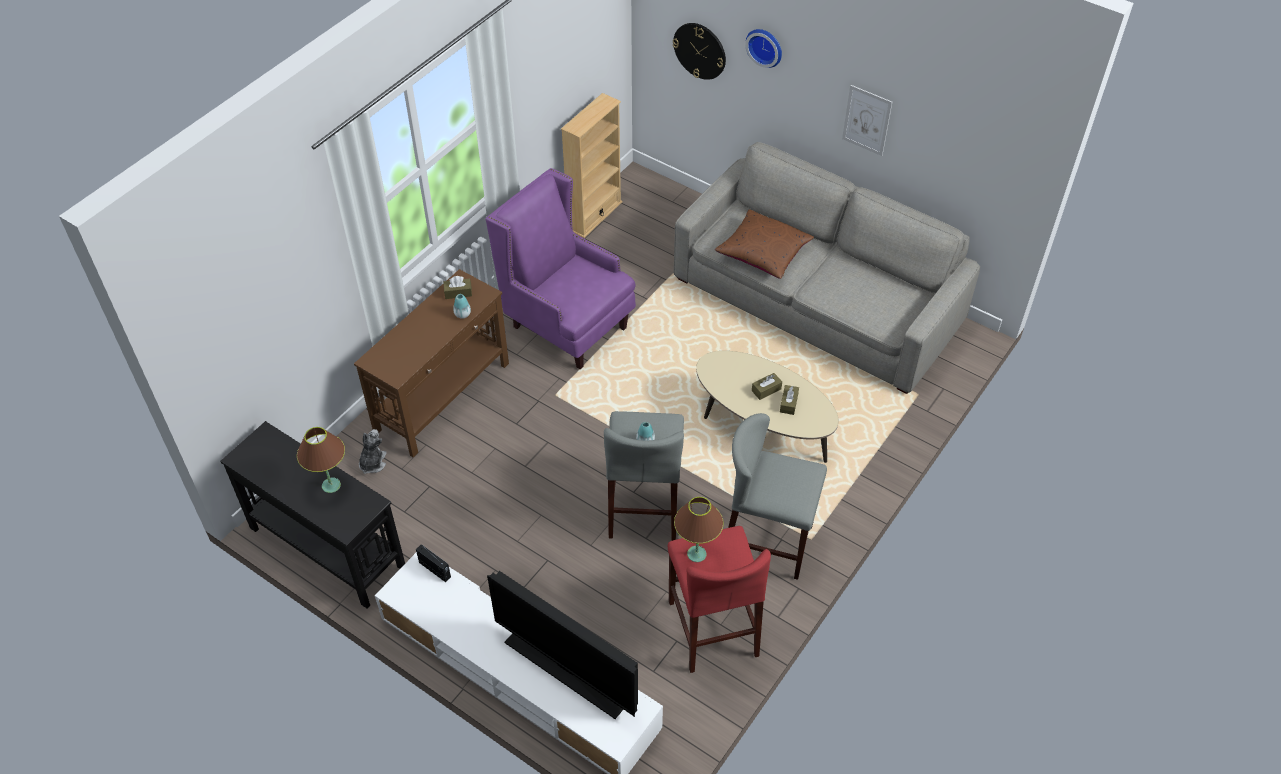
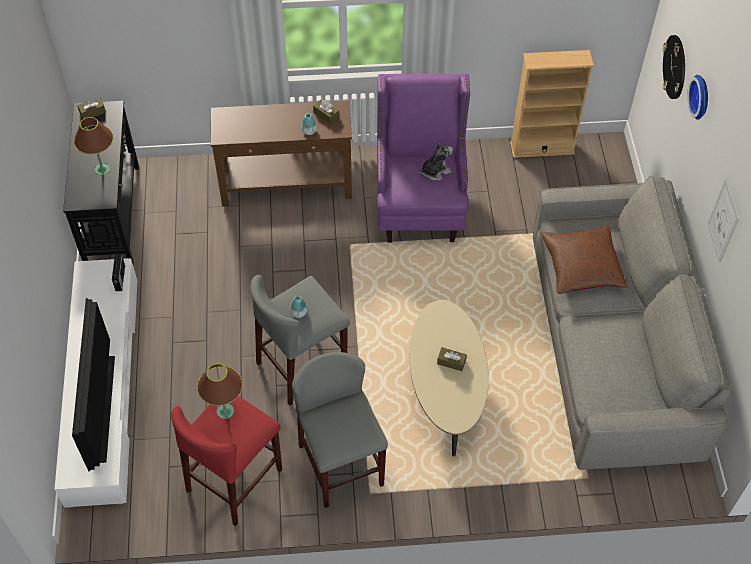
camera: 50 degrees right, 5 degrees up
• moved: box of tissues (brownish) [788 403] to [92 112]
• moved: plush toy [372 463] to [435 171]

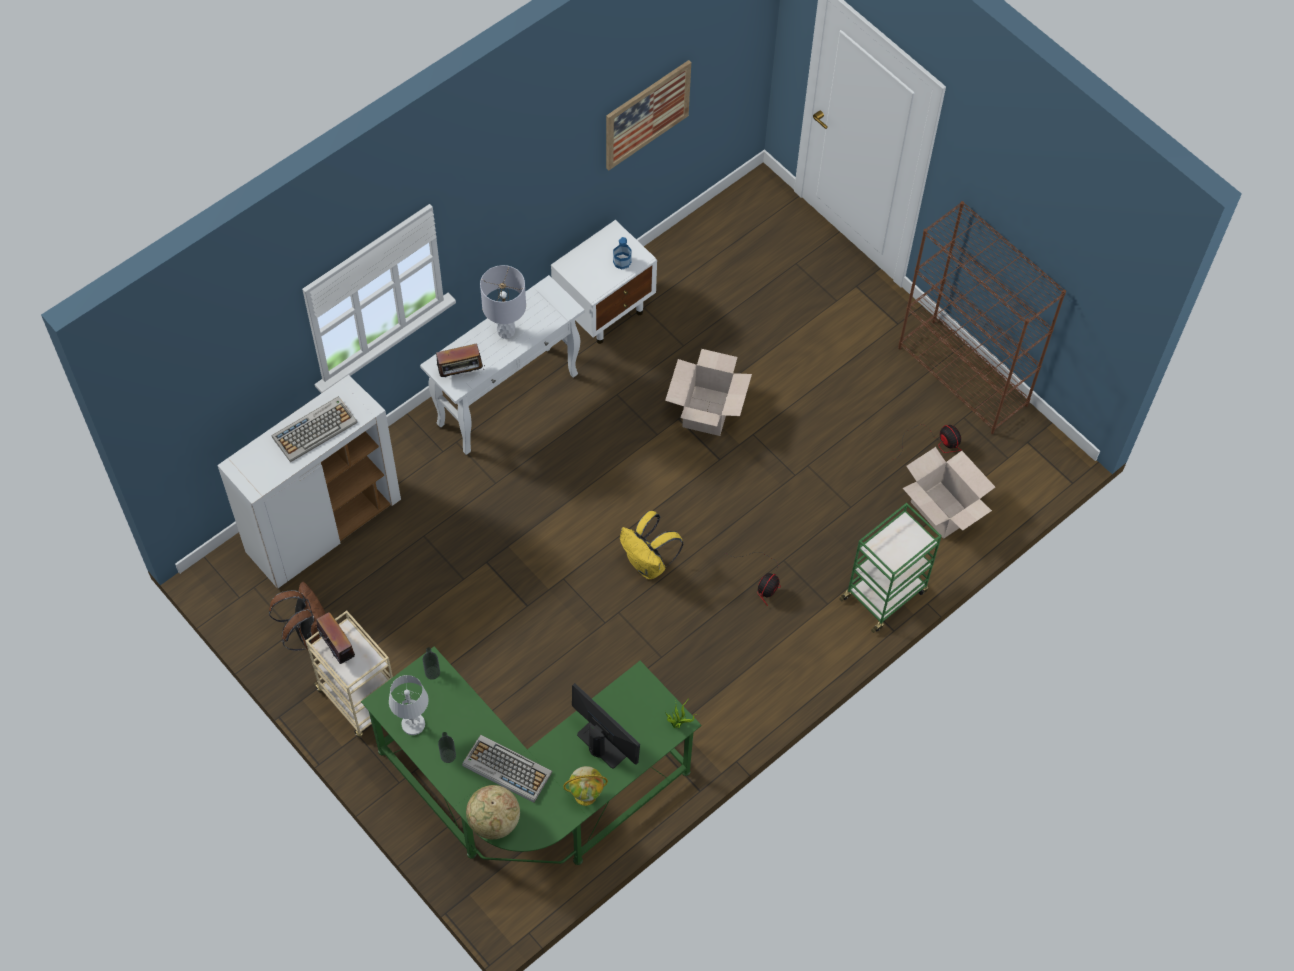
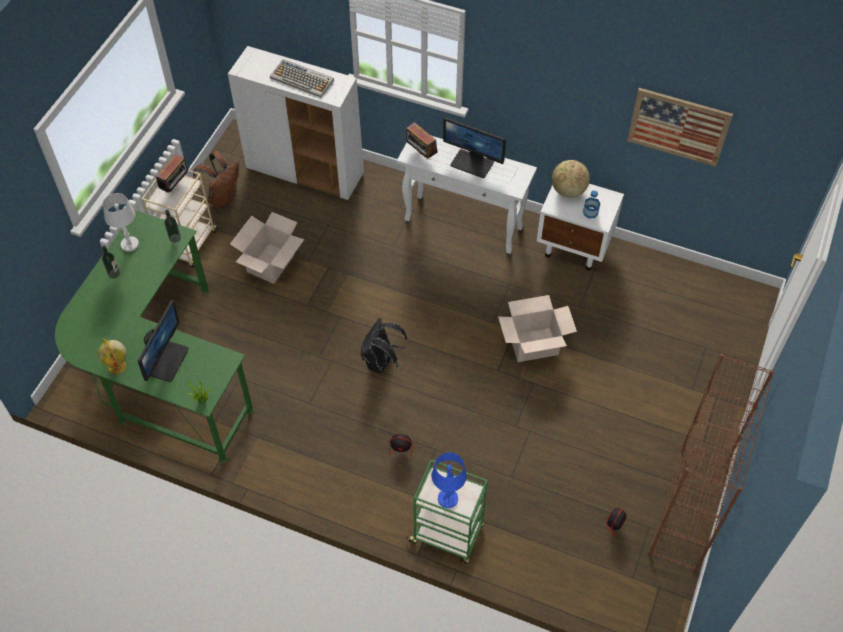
camera: 65 degrees right, 5 degrees down
• replaced: tabletop lamp (grey) [506 331] to monitor [472 163]
• moved: cardboard box [941 510] to [270 263]
• recoloured: rucksack (yellow-coloured) [648 564] to rucksack (black-coloured) [381 363]
• removed: computer keyboard [506 769]
• moved: world globe [494 821] to [568 191]
• added: tabletop lamp (blue-coloured) [447 498]

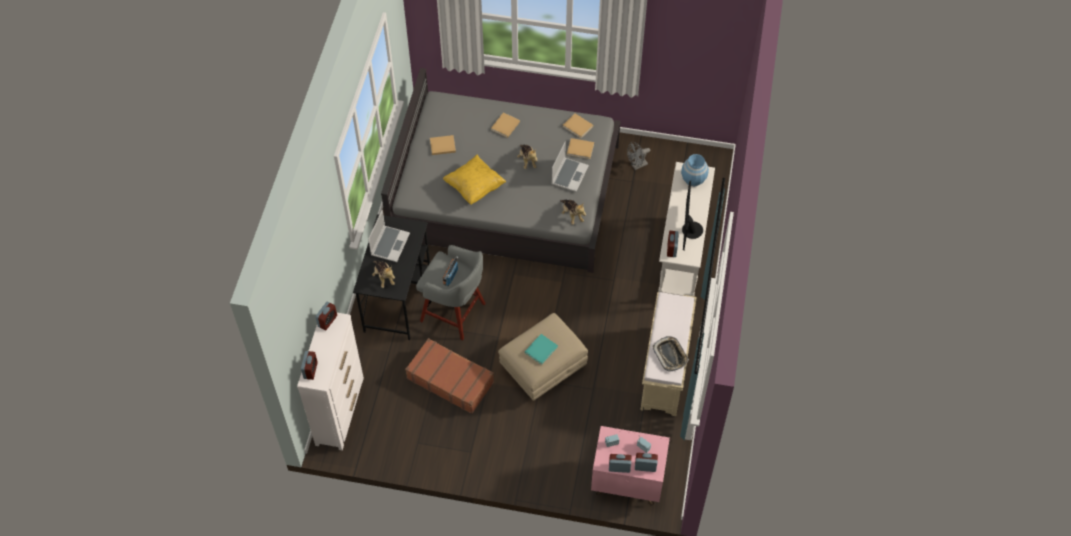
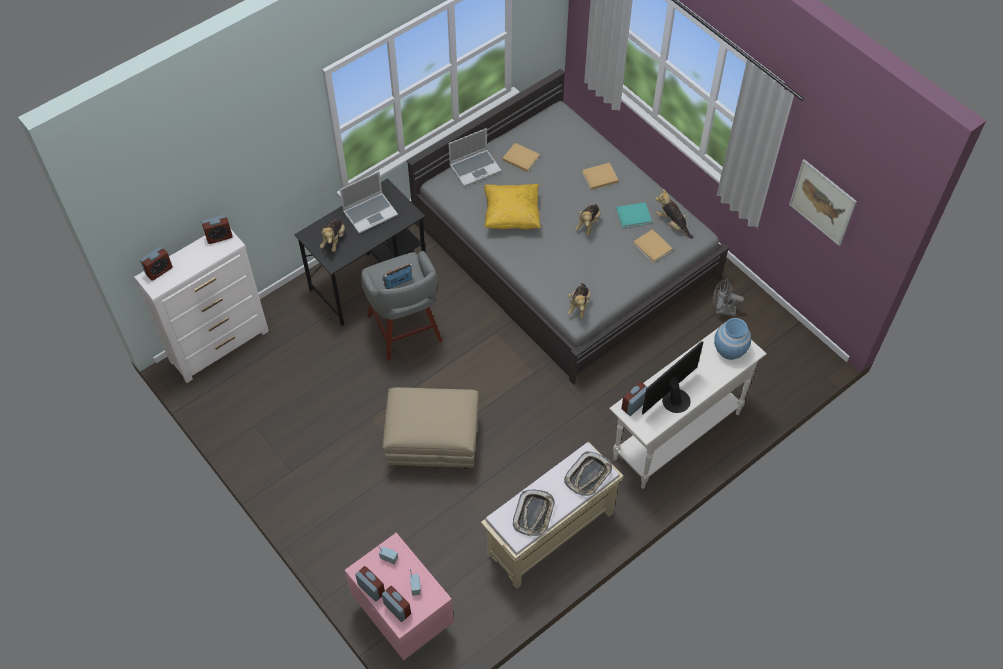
camera: 40 degrees right, 0 degrees up
• replaced: bound book (sand-coloured) [578 127] to plush toy [672 224]
• moved: notebook computer [569 175] to [475 168]
• moved: bound book (turquoise-coloured) [541 349] to [634 216]
• removed: travel case (brownish) [450 380]
• added: wall picture [822 202]
• added: carrying tray [588 476]

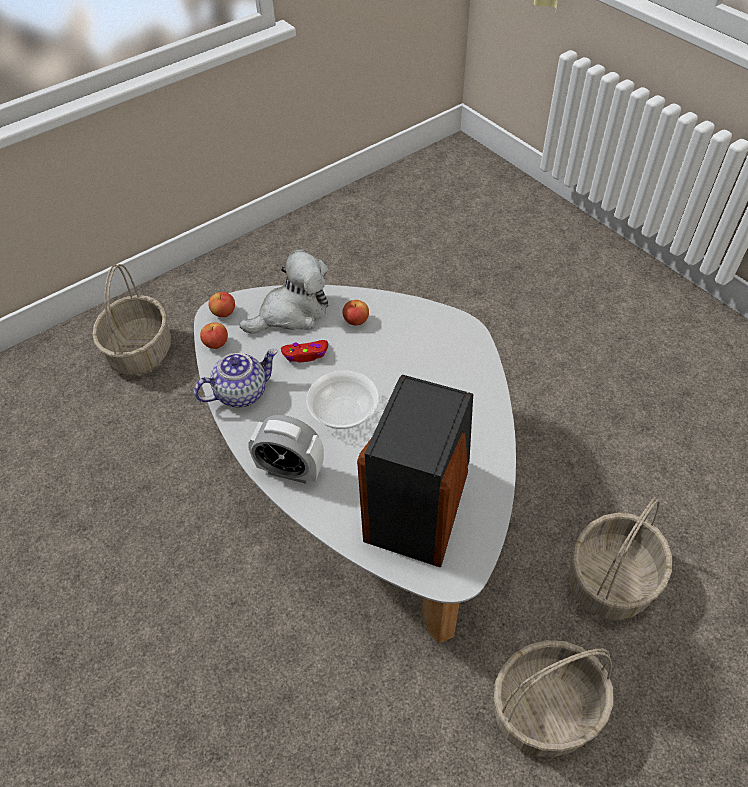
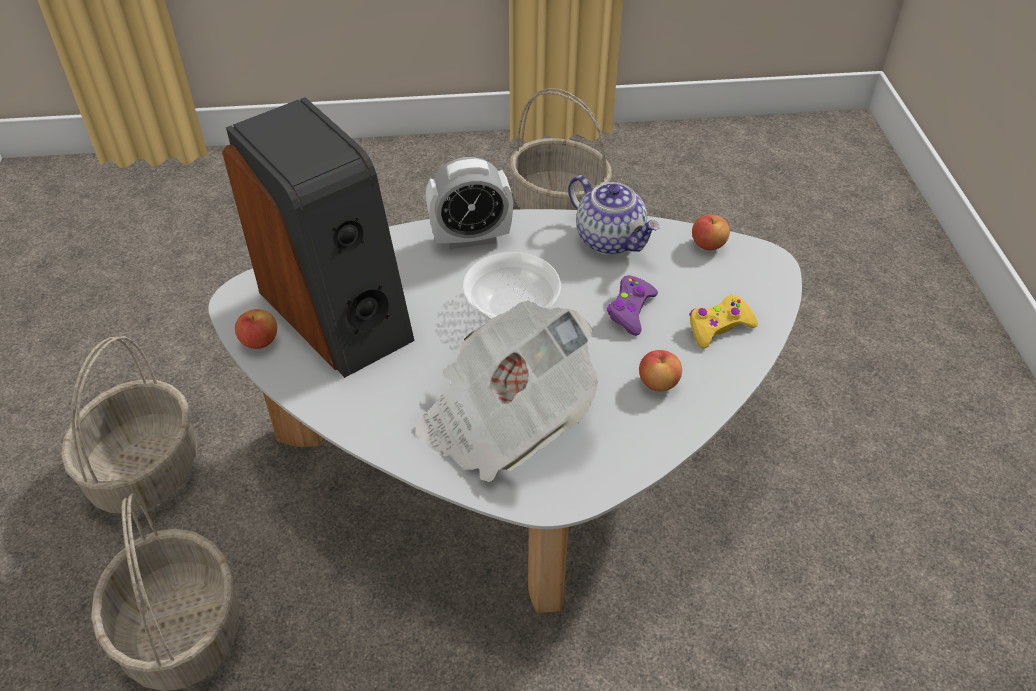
camera: 120 degrees right, 5 degrees down
• replaced: plush toy [292 313] to gamepad (yellow-coloured) [719 327]
• moved: storage basket [140 351] to [560 207]
• moved: apple fruit [224 312] to [259 341]
• recoloured: gamepad (red) [305 354] to gamepad (purplish) [630 310]
• turned: tea pot [242 392] = [611 239] 45 degrees counterclockwise
• turned: bedside clock [290 470] = [471 238] 150 degrees counterclockwise
• added: newspaper [504 419]

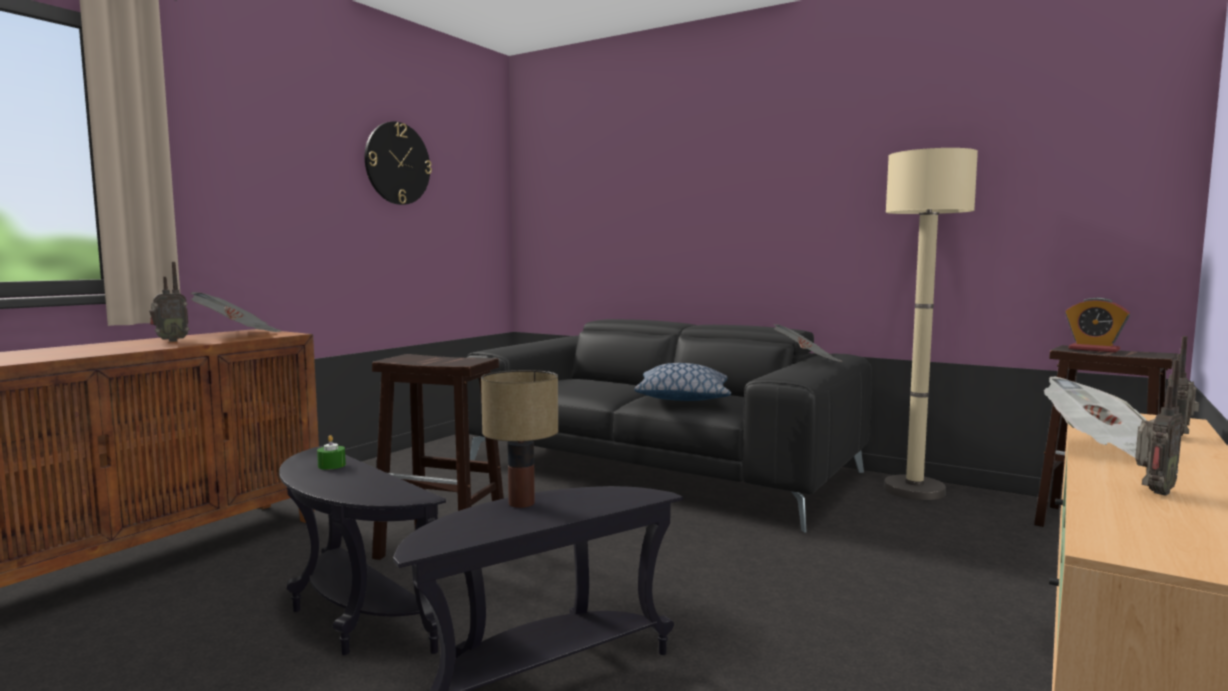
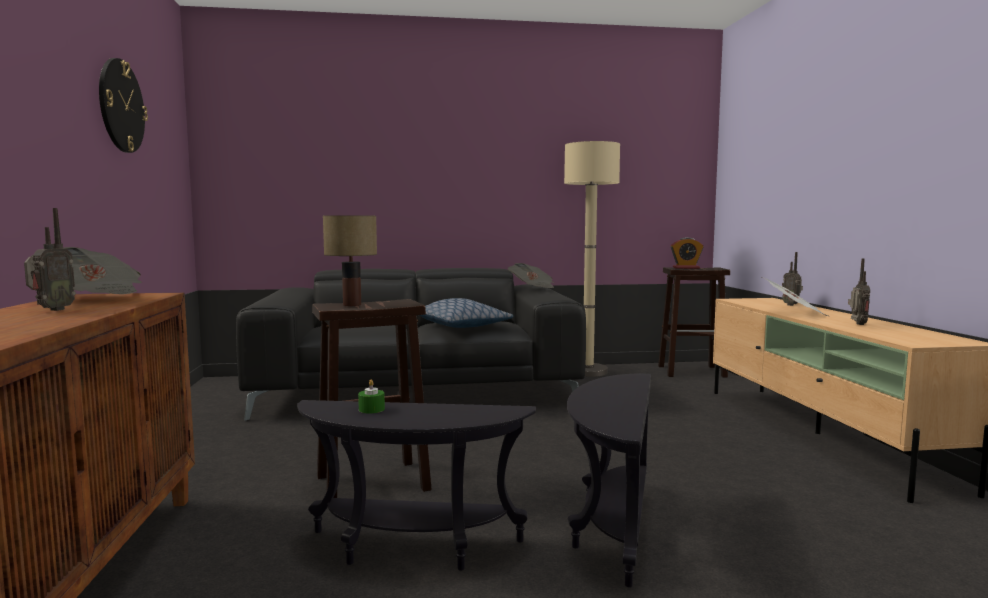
camera: 40 degrees left, 0 degrees up
• moved: tabletop lamp [520 503] to [351 305]

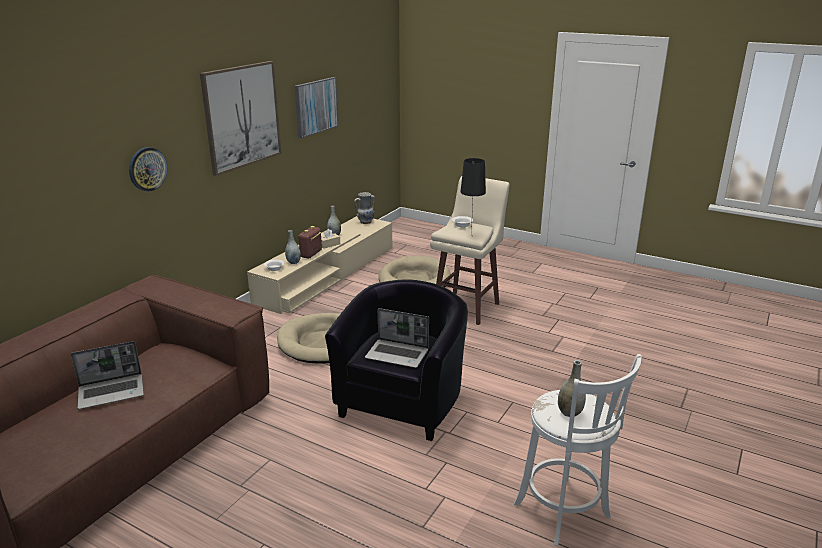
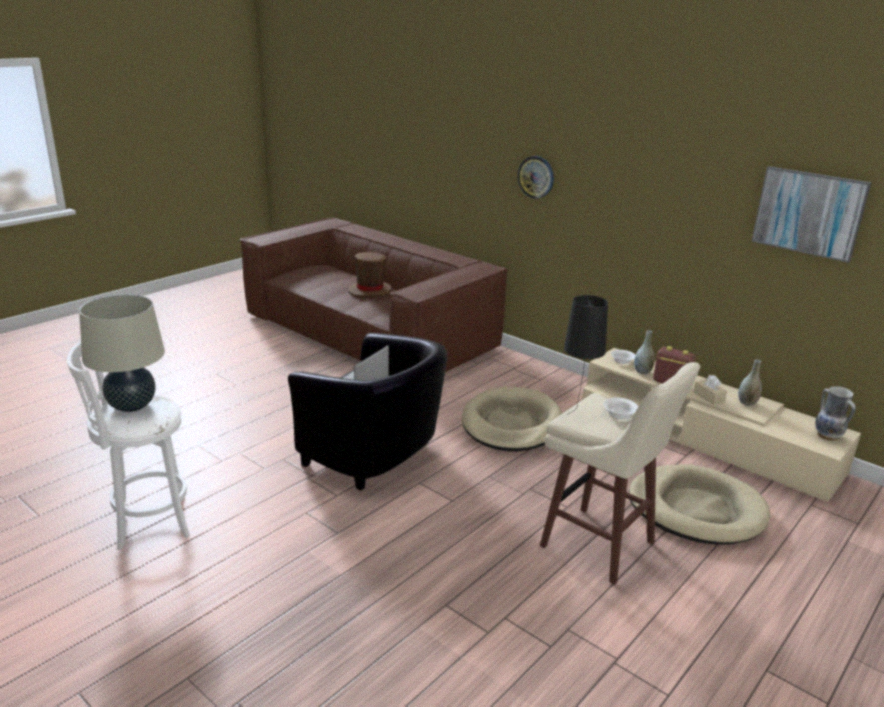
camera: 100 degrees right, 0 degrees up
• removed: wall picture [242 116]
• replaced: notebook computer [112 392] to clothing hat (brownish) [370 291]
• replaced: decorative vase (grey) [569 412] to tabletop lamp (sand-coloured) [132 406]

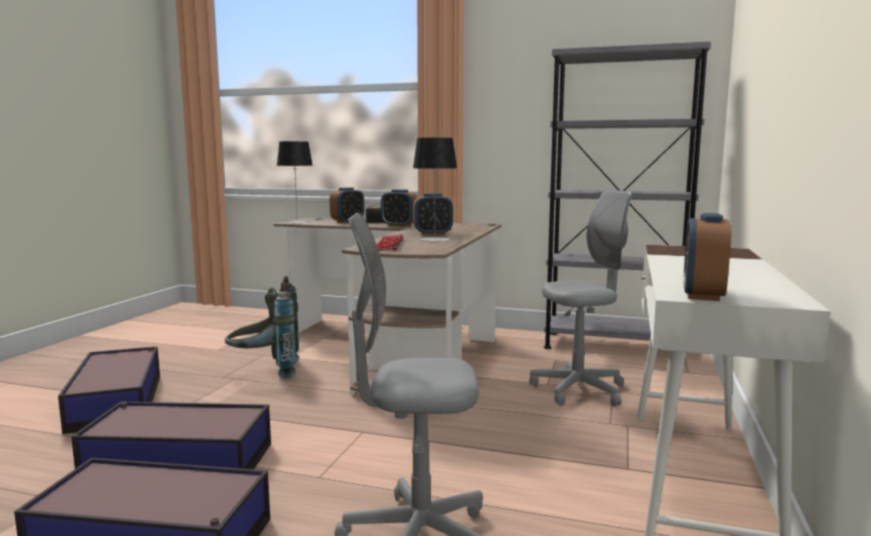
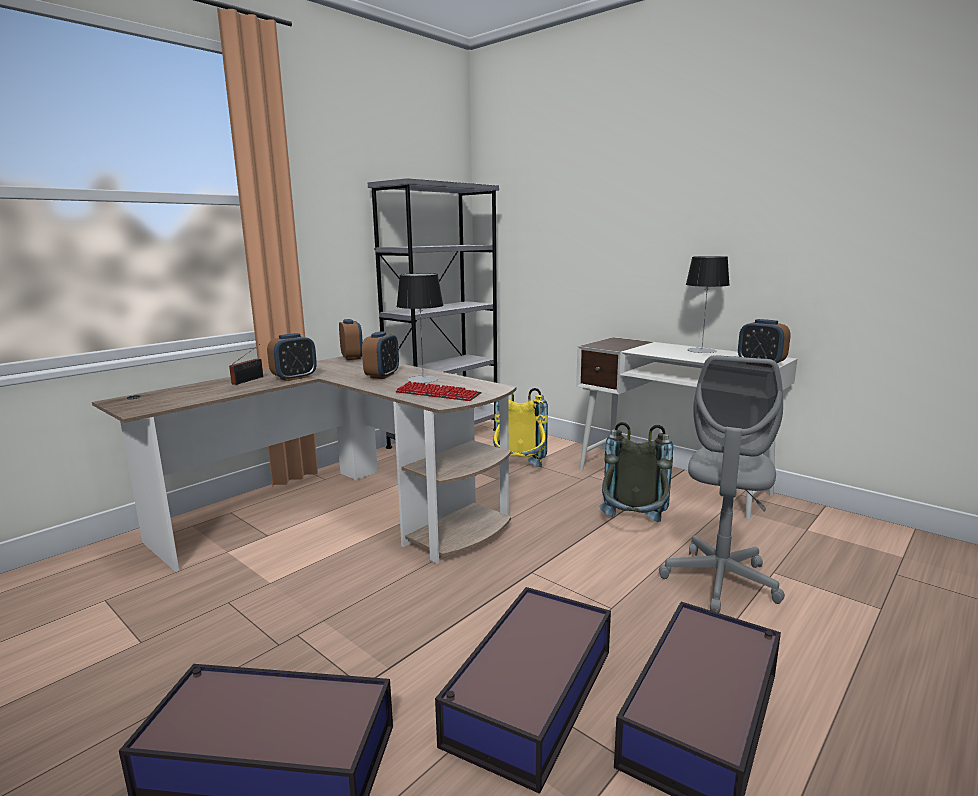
camera: 65 degrees left, 5 degrees up
• moved: tabletop lamp [297 222] to [701 350]
• moved: bedside clock [347 222] to [352 357]
• replaced: computer chair (grey) [579 390] to rucksack (yellow-coloured) [519 472]
• moved: rucksack (grey) [266 371] to [633 527]

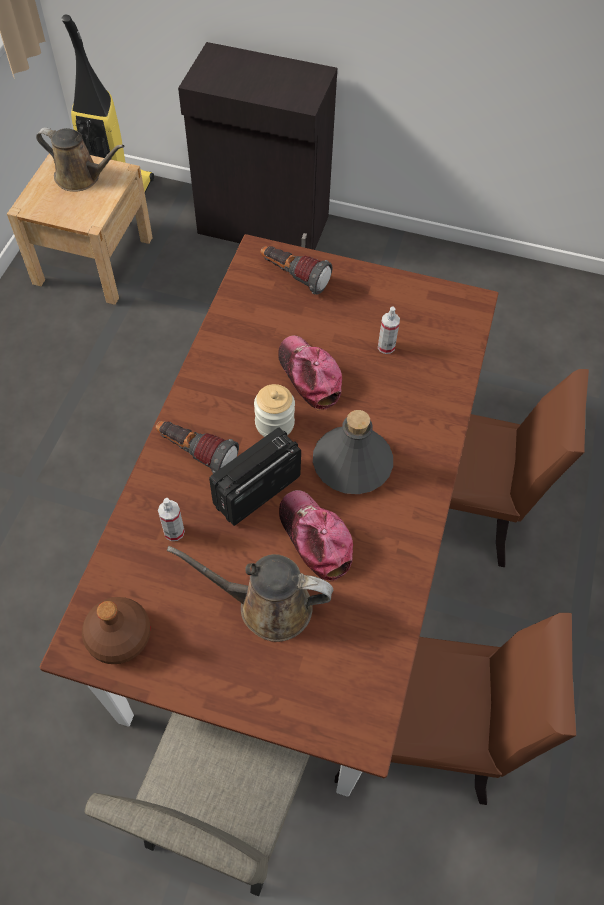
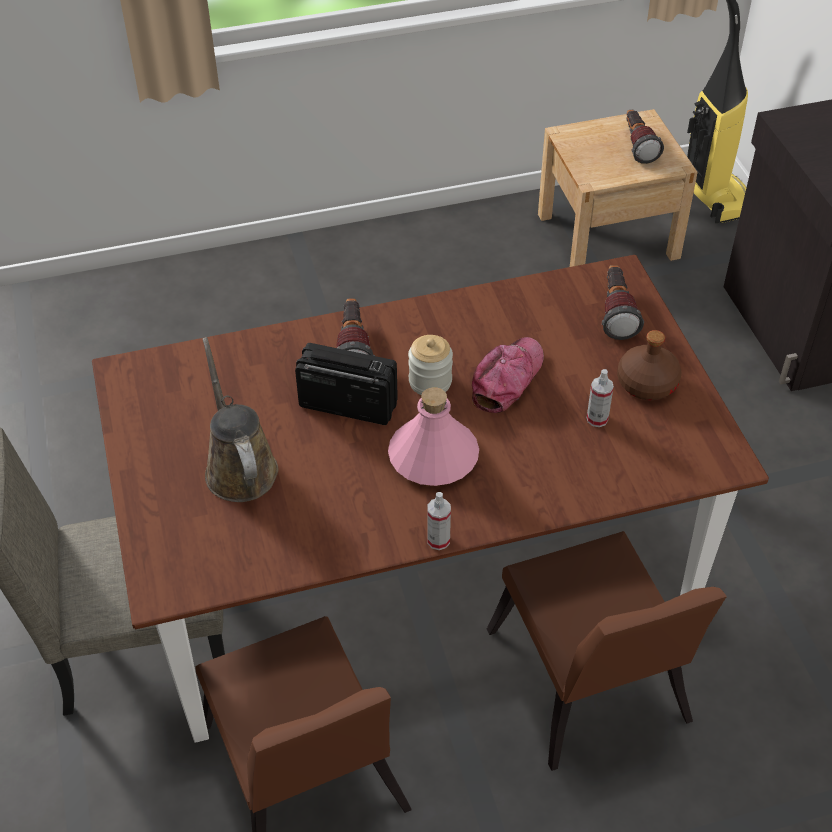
camera: 60 degrees right, 10 degrees down
• replaced: watering pot (brownish) [81 177] to flashlight [637 145]
• recoloured: beverage bottle (grey) [352 463] to beverage bottle (pinkish) [434 456]
• removed: cap [315 538]
• moved: hand sprayer [174 532] to [438 540]
• moved: beverage bottle (brownish) [118 636] to [646 383]

